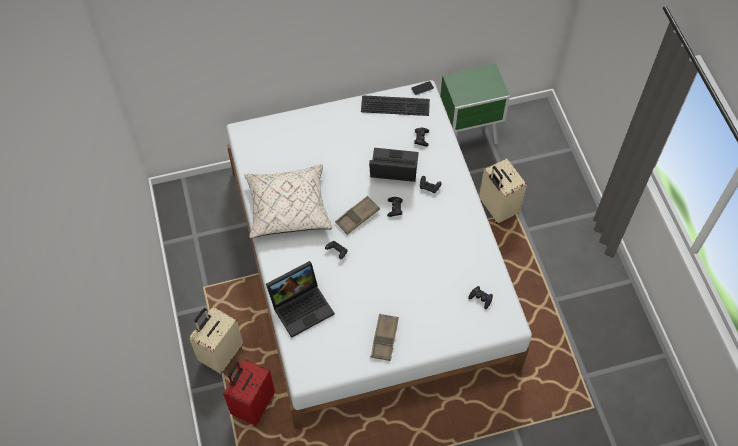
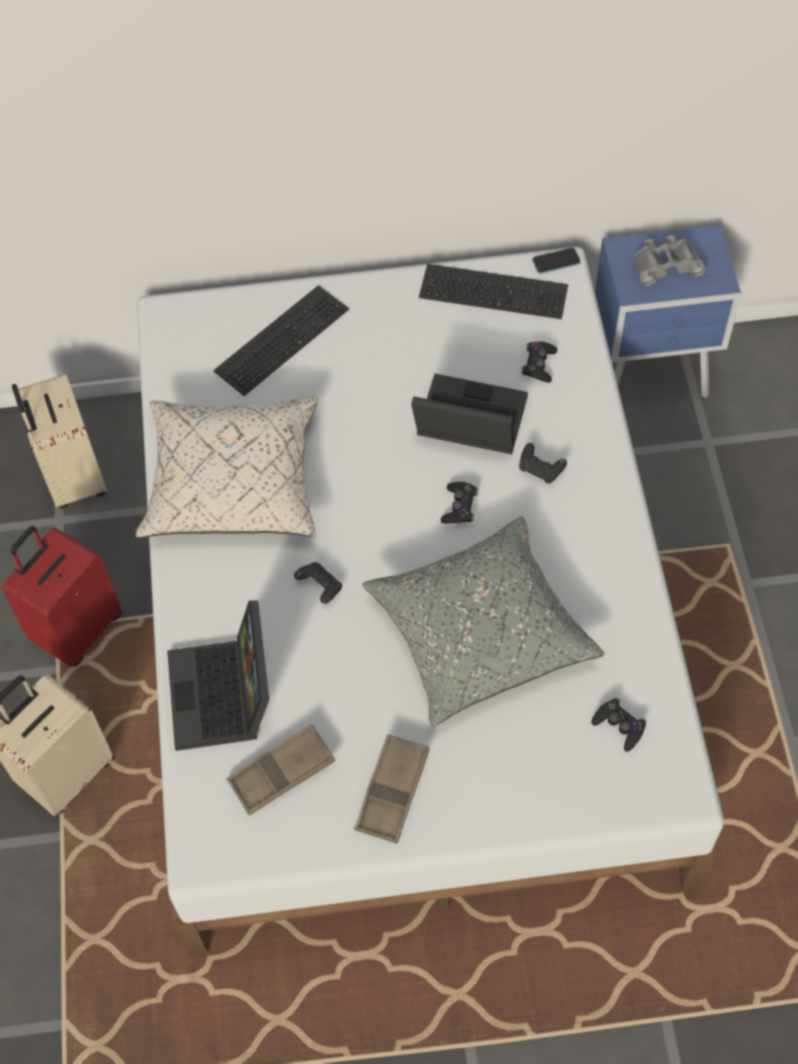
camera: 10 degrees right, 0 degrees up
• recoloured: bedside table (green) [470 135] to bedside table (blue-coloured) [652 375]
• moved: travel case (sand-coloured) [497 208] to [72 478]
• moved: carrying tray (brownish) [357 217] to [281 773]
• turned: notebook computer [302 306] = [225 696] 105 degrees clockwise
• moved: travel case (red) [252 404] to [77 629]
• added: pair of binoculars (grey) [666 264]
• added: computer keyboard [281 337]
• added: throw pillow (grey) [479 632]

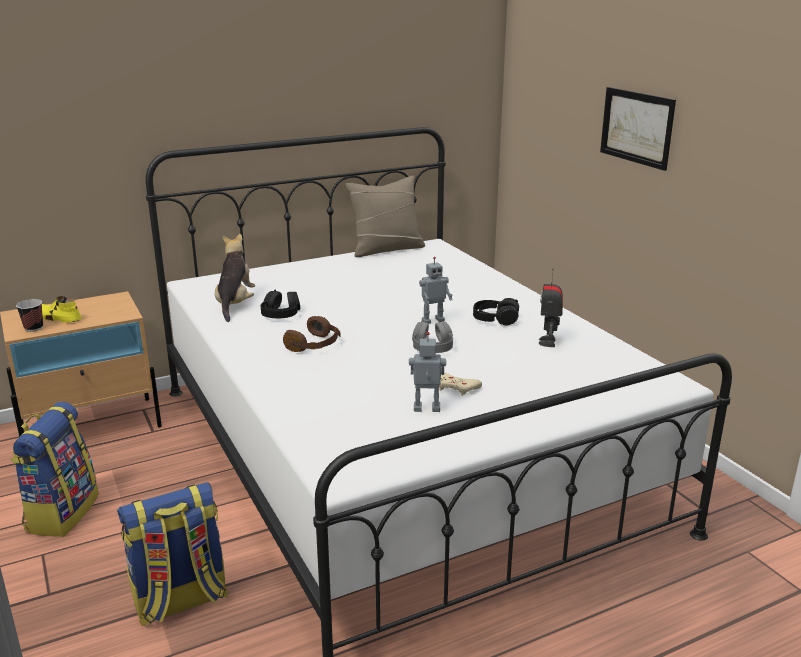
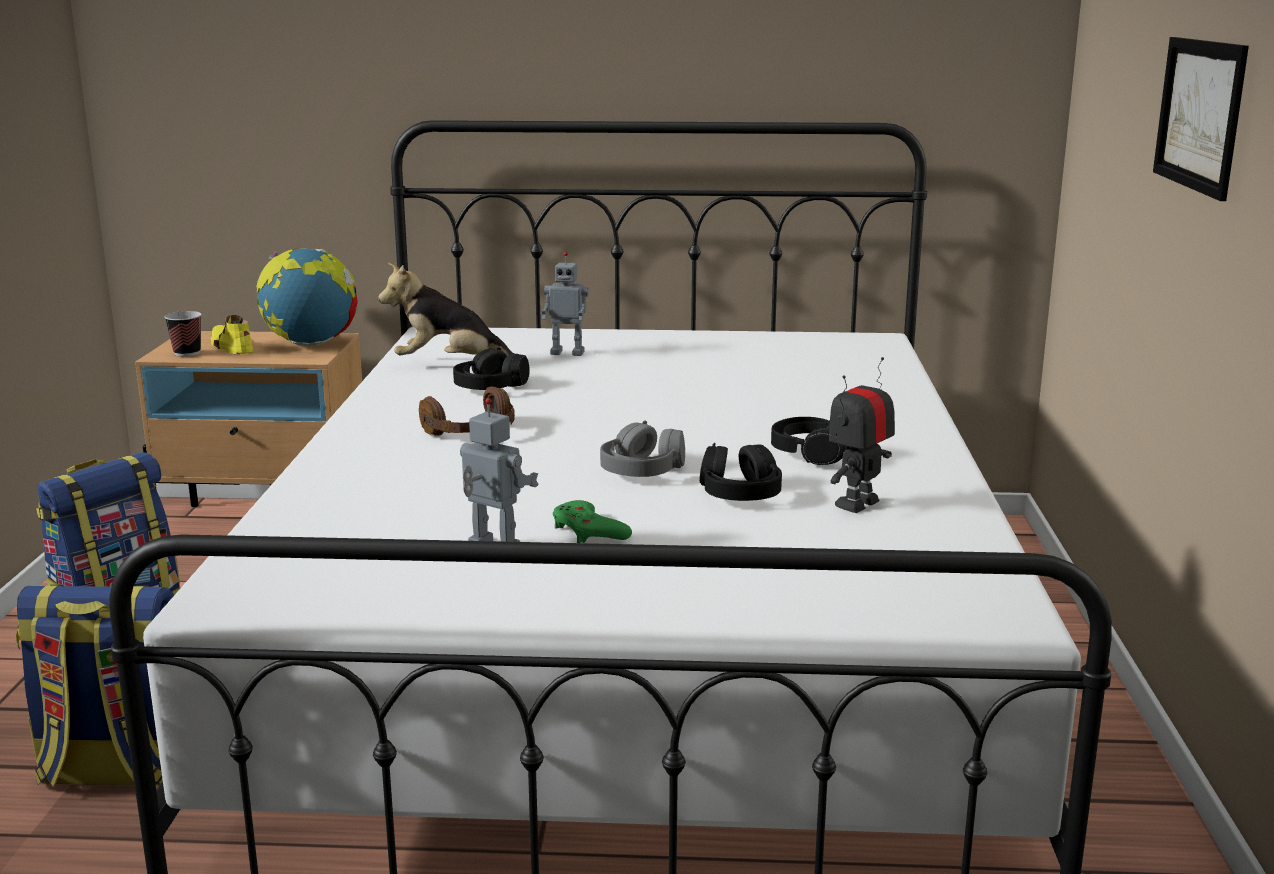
camera: 30 degrees right, 5 degrees down
• removed: throw pillow (sand-coloured) [386 249]
• turned: plush toy [235 304] = [450 365] 120 degrees counterclockwise
• moved: model robot [432 320] to [568 352]
• recoloured: gamepad (sand-coloured) [456 387] to gamepad (green) [588 531]
• added: world globe [311 344]
• added: headphones (black-coloured) [740 493]

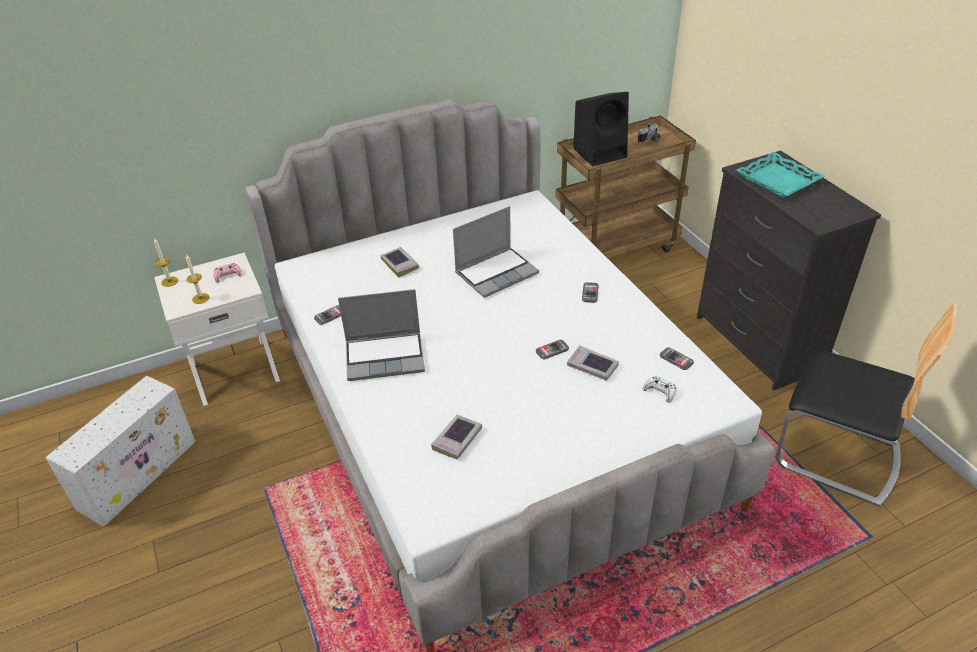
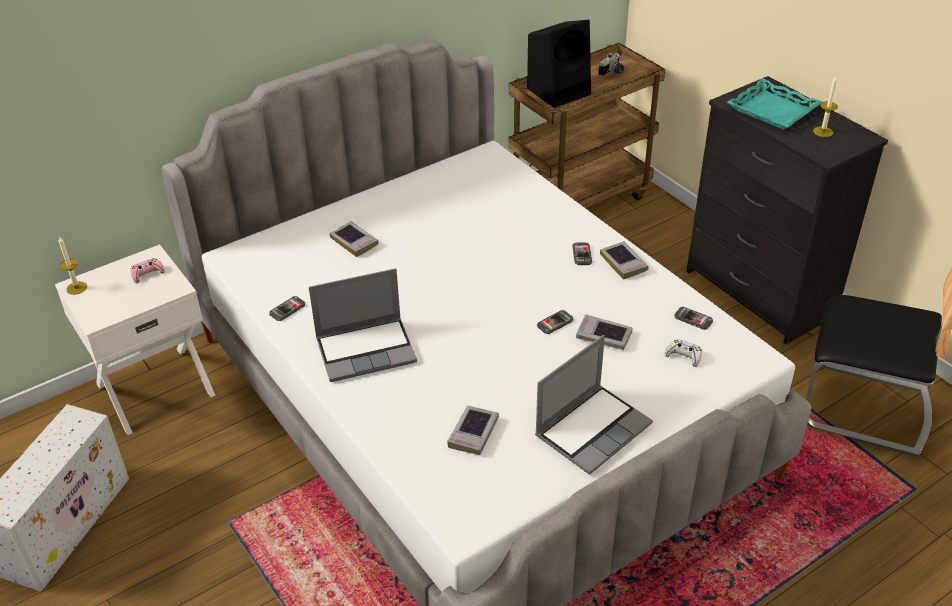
camera: 10 degrees left, 0 degrees up
• moved: notebook computer [497 272] to [593 429]
• moved: wax candle [200 298] to [823 132]
• added: bound book [623 263]

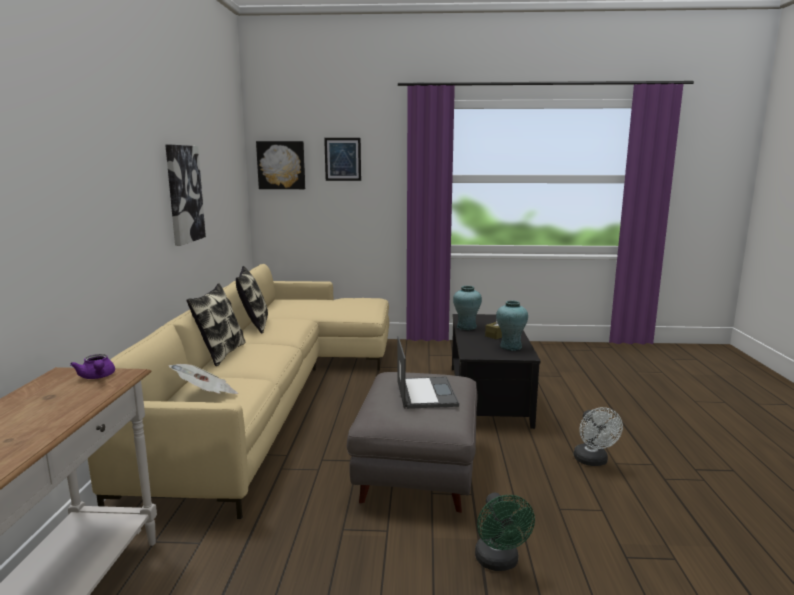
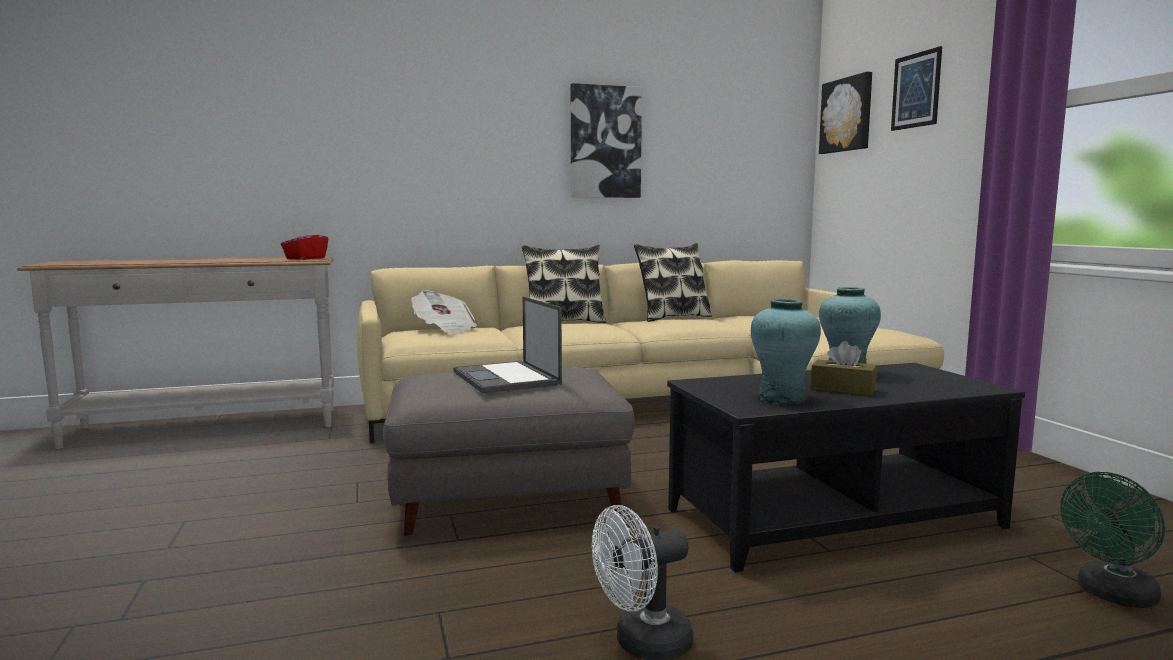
camera: 70 degrees right, 5 degrees down
• turned: notebook computer [425 393] = [507 378] 90 degrees clockwise
• replaced: tea pot (purplish) [97 377] to box of tissues (red) [305 258]
• moved: electric fan (green) [499 562] to [1111 595]

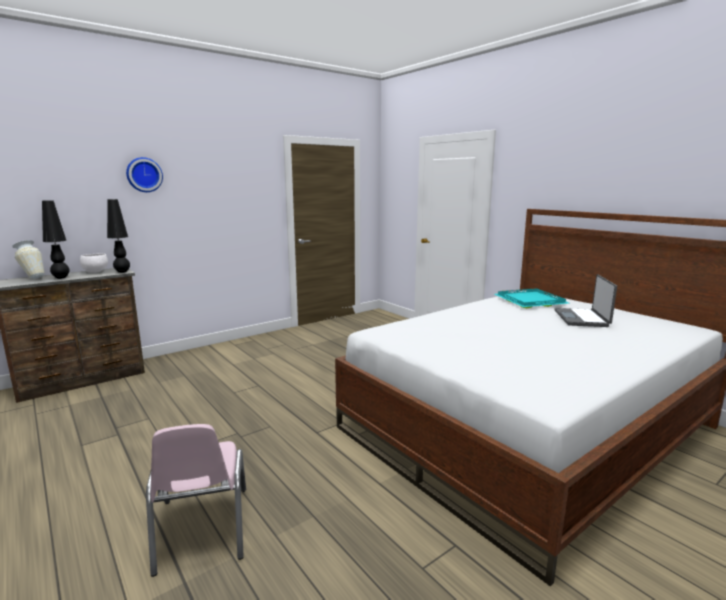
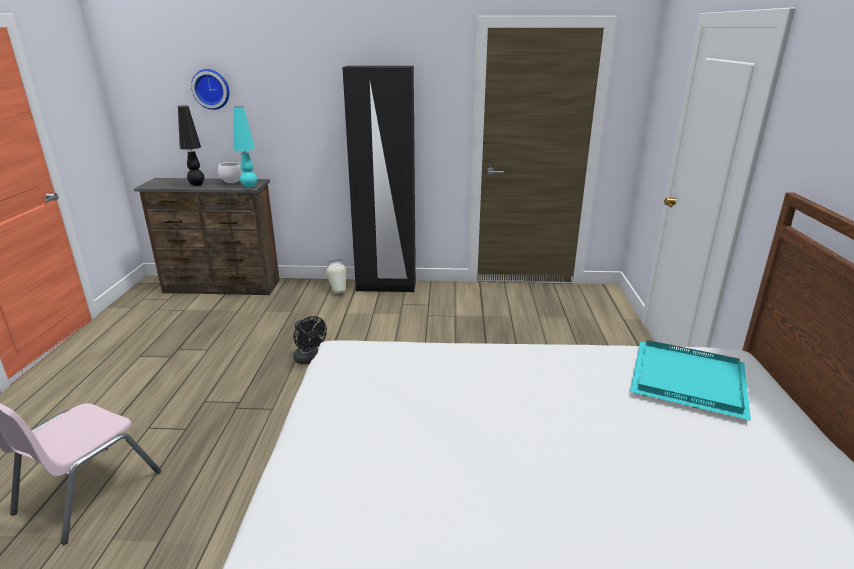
camera: 40 degrees right, 10 degrees up
• moved: hanging clock [144 175] to [211 89]
• recoloured: tabletop lamp (black-coloured) [122 272] to tabletop lamp (turquoise-coloured) [249 187]
• moved: decorative vase [33 278] to [338 290]
• removed: notebook computer [582 318]
• added: clothes cupboard (black-coloured) [386 287]
• added: electric fan (black-coloured) [309 359]

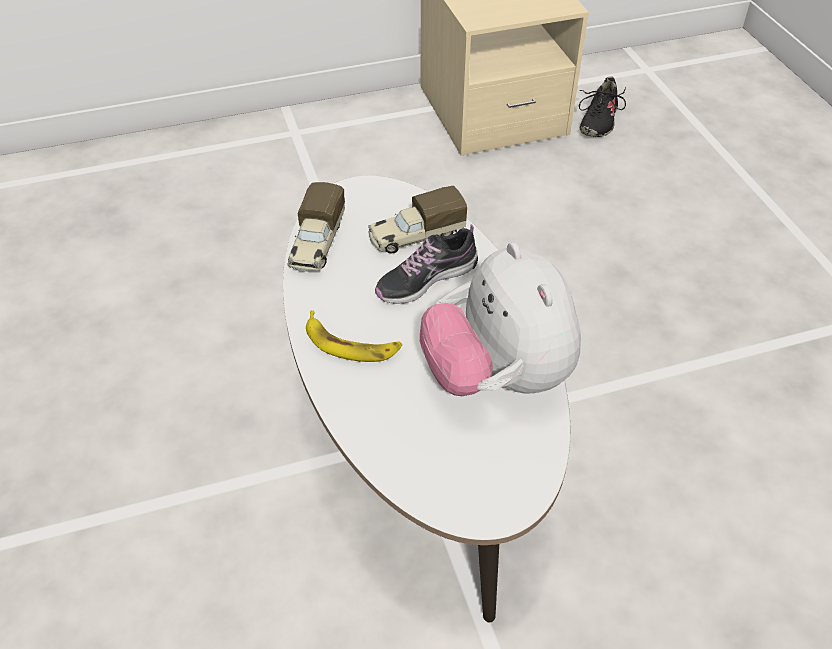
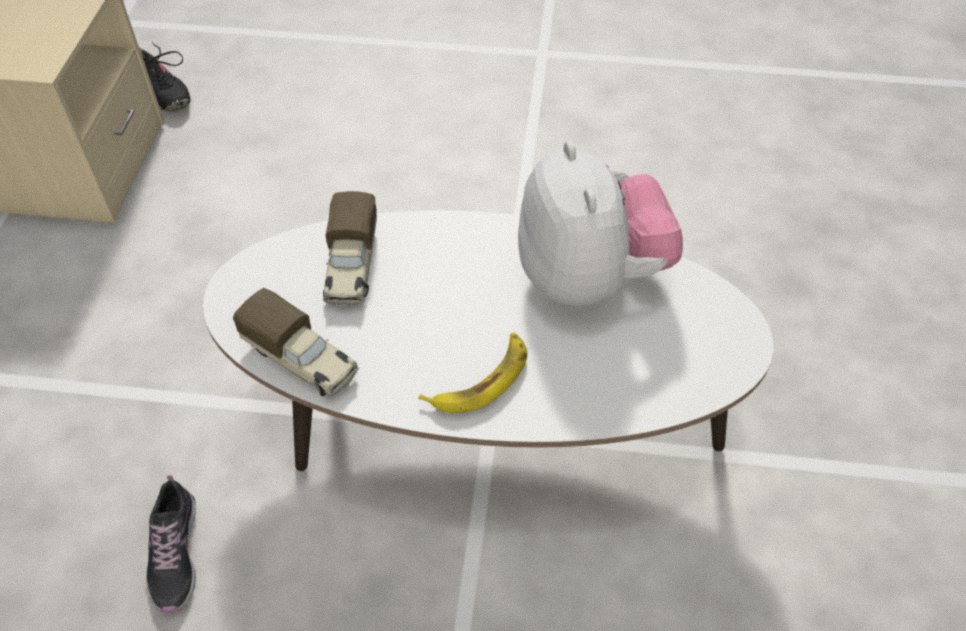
camera: 65 degrees left, 5 degrees up
• moved: low shoe [426 279] to [175 553]
• turned: plush toy [497 377] = [590 278] 105 degrees counterclockwise

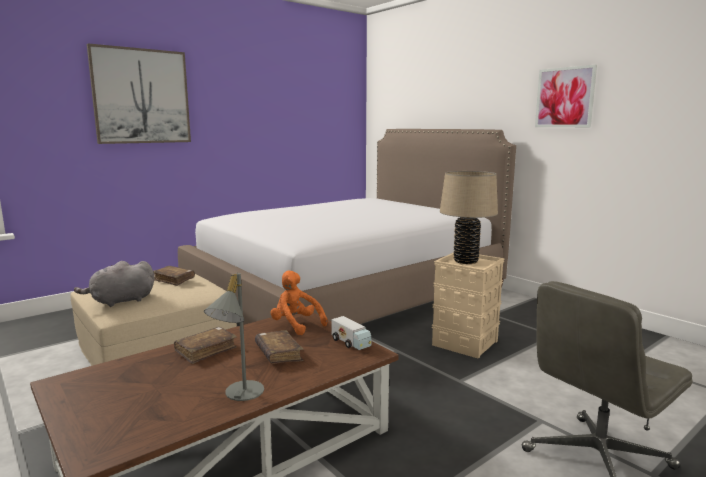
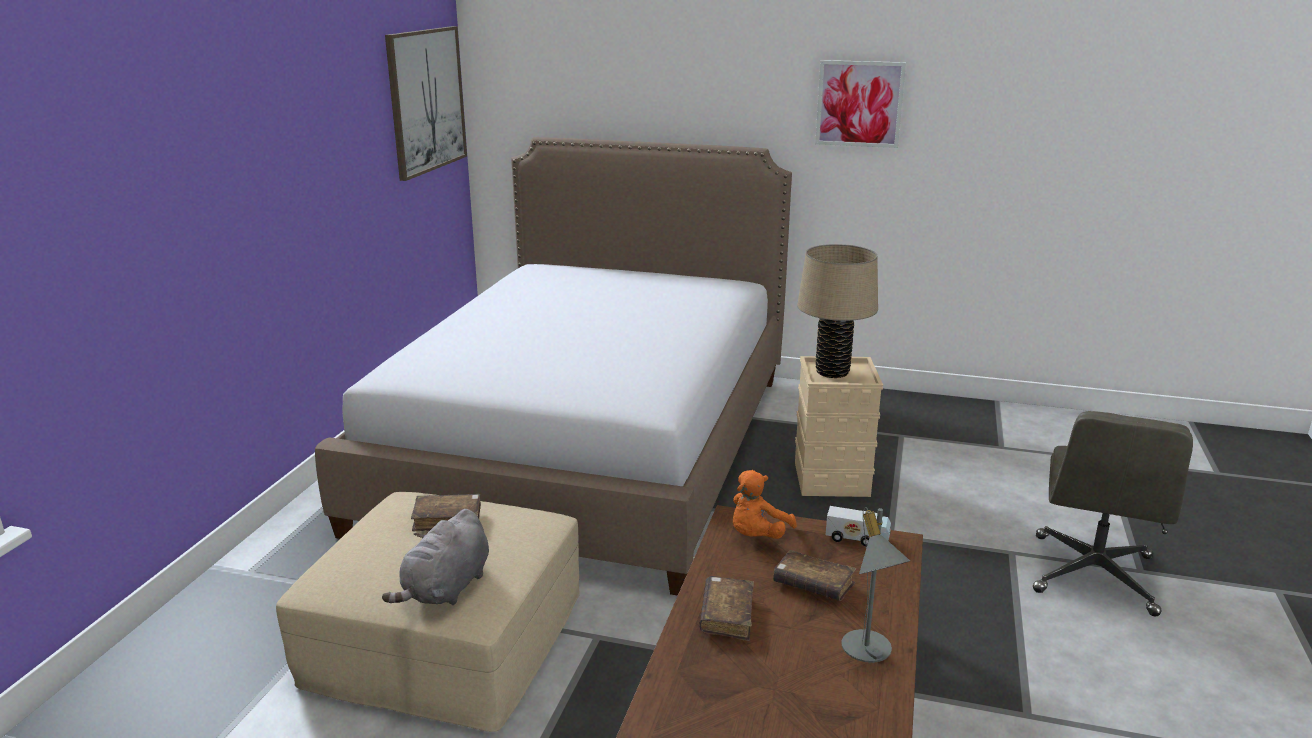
camera: 35 degrees left, 10 degrees up
• moved: wall picture [141 96] to [426 100]
• turned: plush toy (orangey) [296 325] = [757 536] 60 degrees counterclockwise

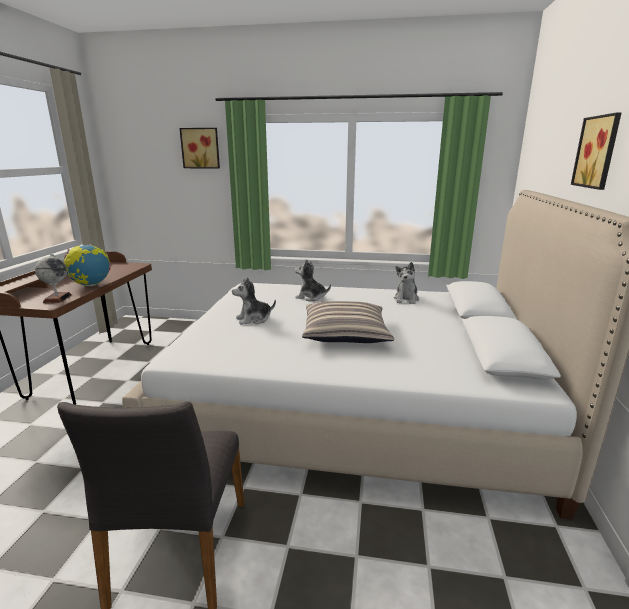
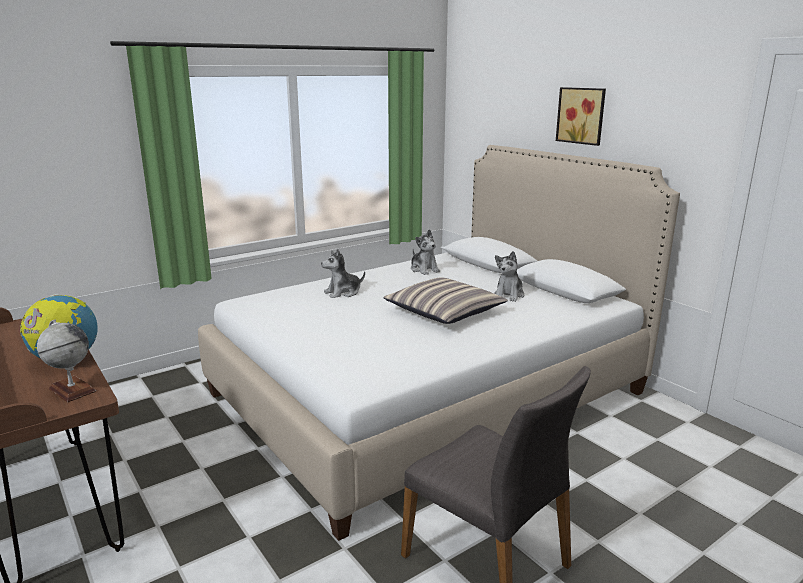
camera: 45 degrees left, 0 degrees up
• removed: wall picture [201 148]
• moved: plush toy [253 319] to [509 295]

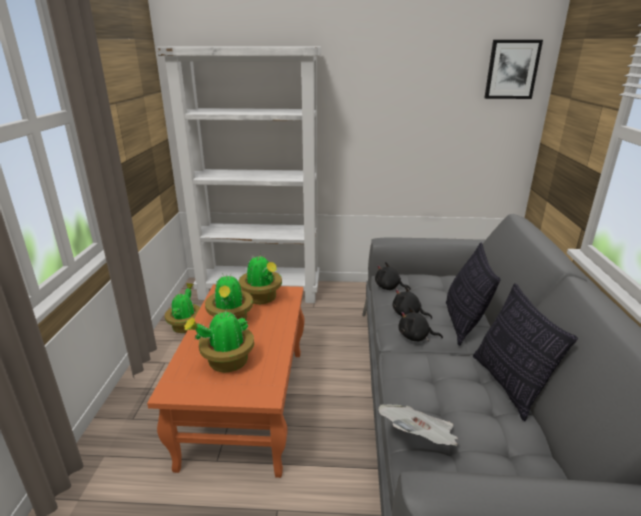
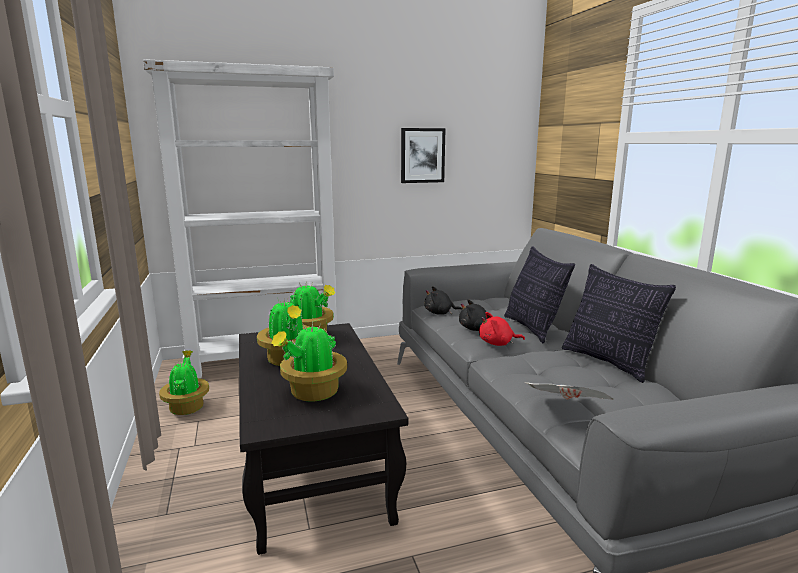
camera: 20 degrees left, 10 degrees down
• moved: wall picture [512 69] to [422 155]
• recoloured: lounge table (orangey) [246 405] to lounge table (black-coloured) [313 467]
• recoloured: plush toy (black-coloured) [415 337] to plush toy (red) [498 343]

